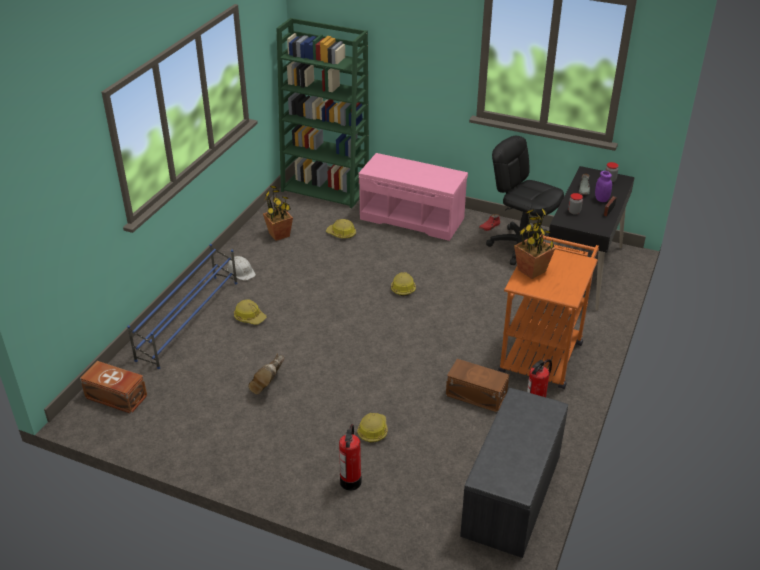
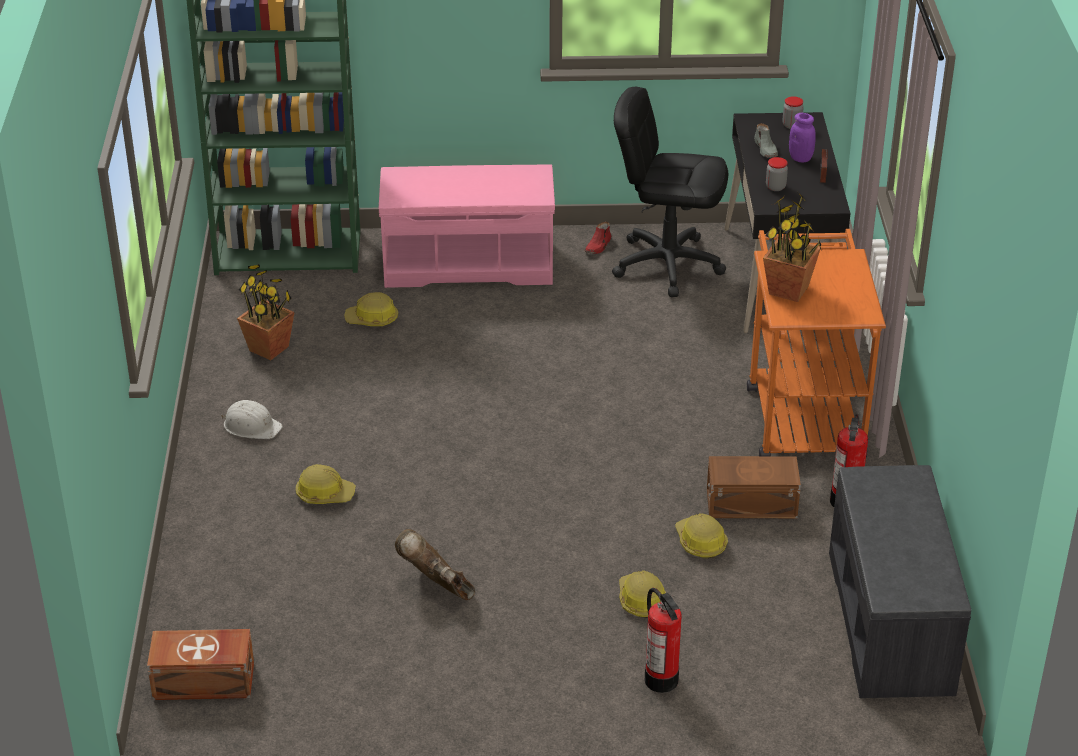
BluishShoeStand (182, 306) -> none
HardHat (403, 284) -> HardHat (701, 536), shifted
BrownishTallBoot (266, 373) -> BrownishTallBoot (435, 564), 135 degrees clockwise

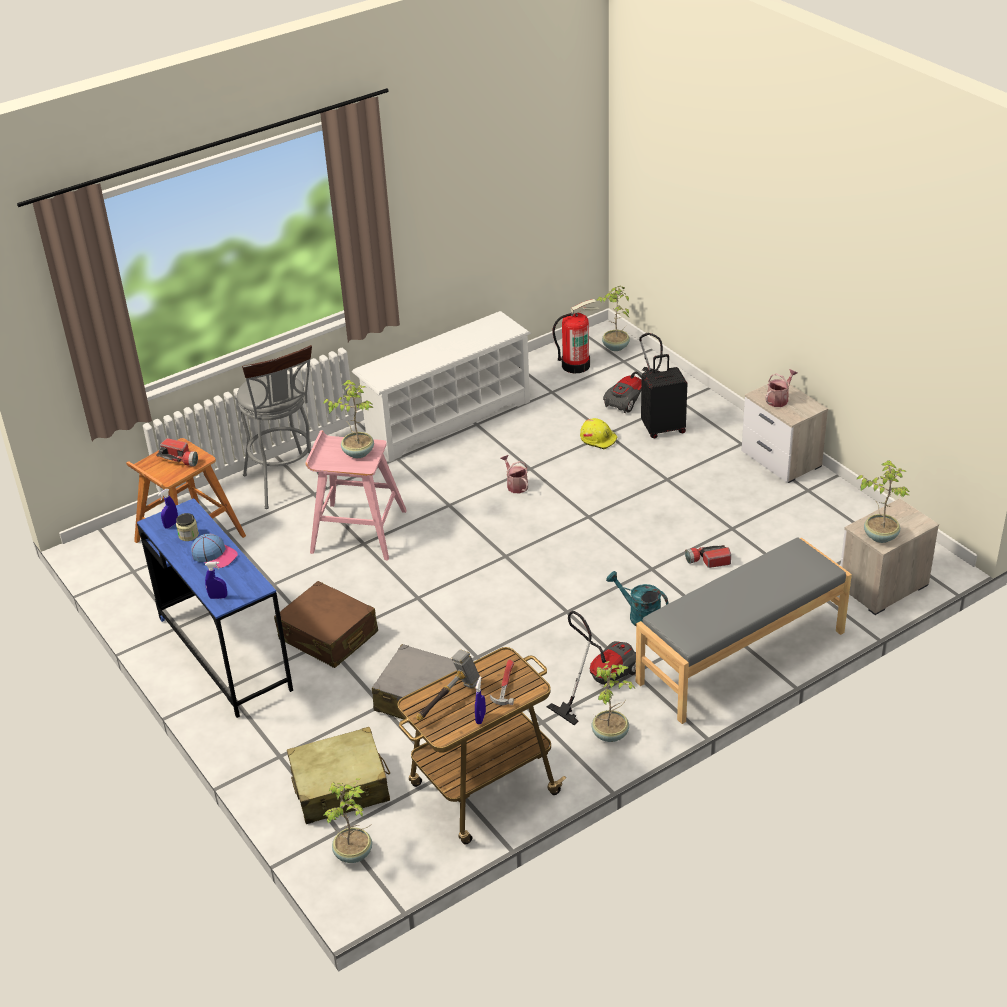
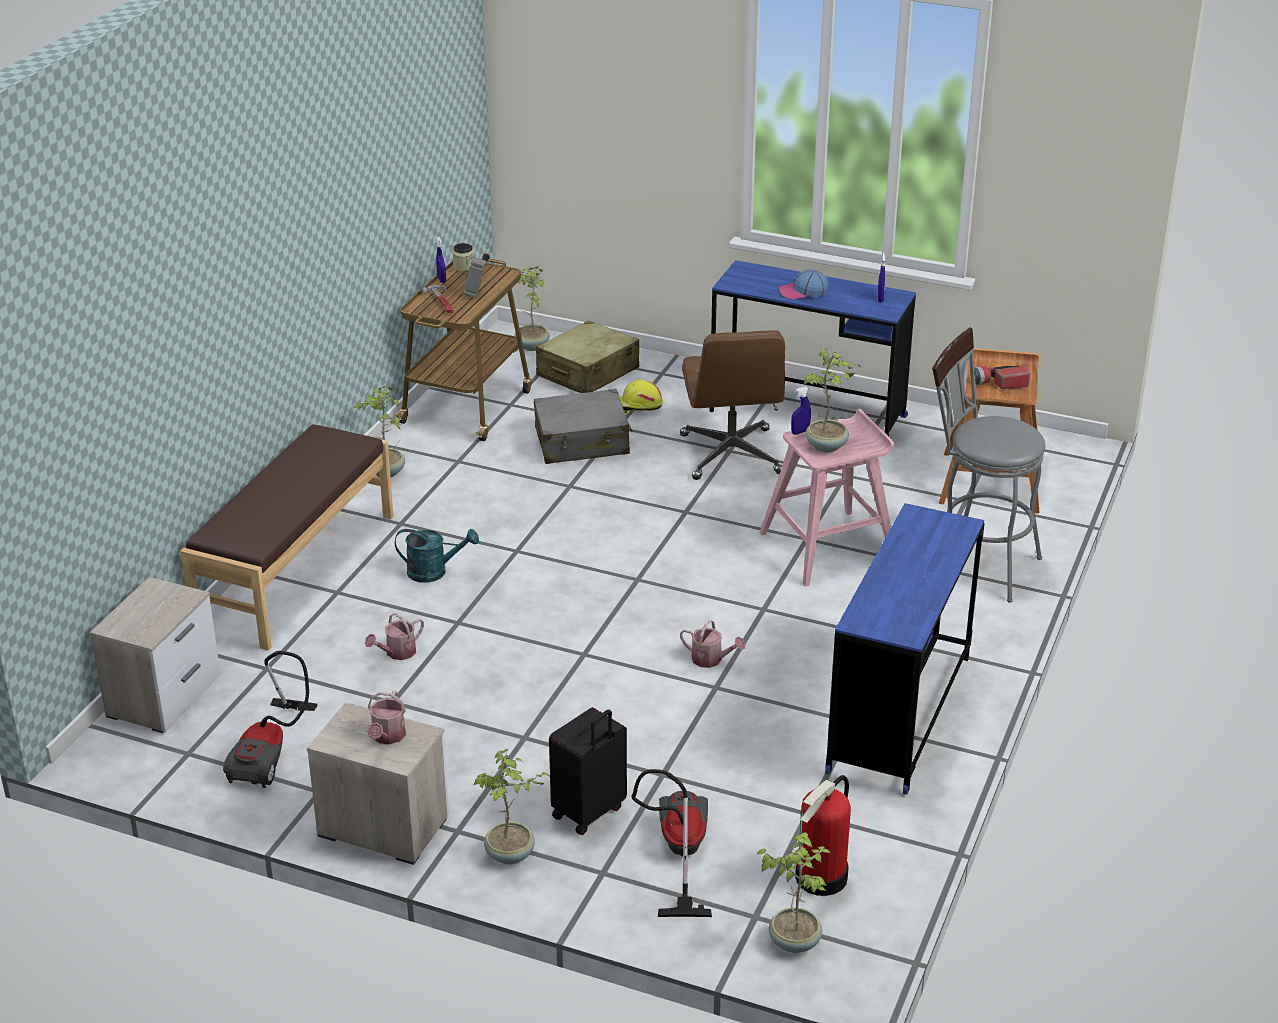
PreserveJar (187, 527) -> PreserveJar (463, 257), shifted
BluishHandSprayer (216, 580) -> BluishHandSprayer (801, 410), shifted
VacuumCleaner (591, 668) -> VacuumCleaner (270, 719), shifted
YellowColouredHardHat (598, 433) -> YellowColouredHardHat (641, 397), shifted
PottedPlant (883, 501) -> PottedPlant (512, 807), shifted
BrownishPieceOfLuggage (326, 624) -> BrownishDeskChair (732, 405)
WhiteShoeStand (441, 386) -> BluishDesk (905, 649)
Torch (708, 556) -> WateringCan (394, 636)
GreyishBench (744, 630) -> BrownishBench (287, 537)

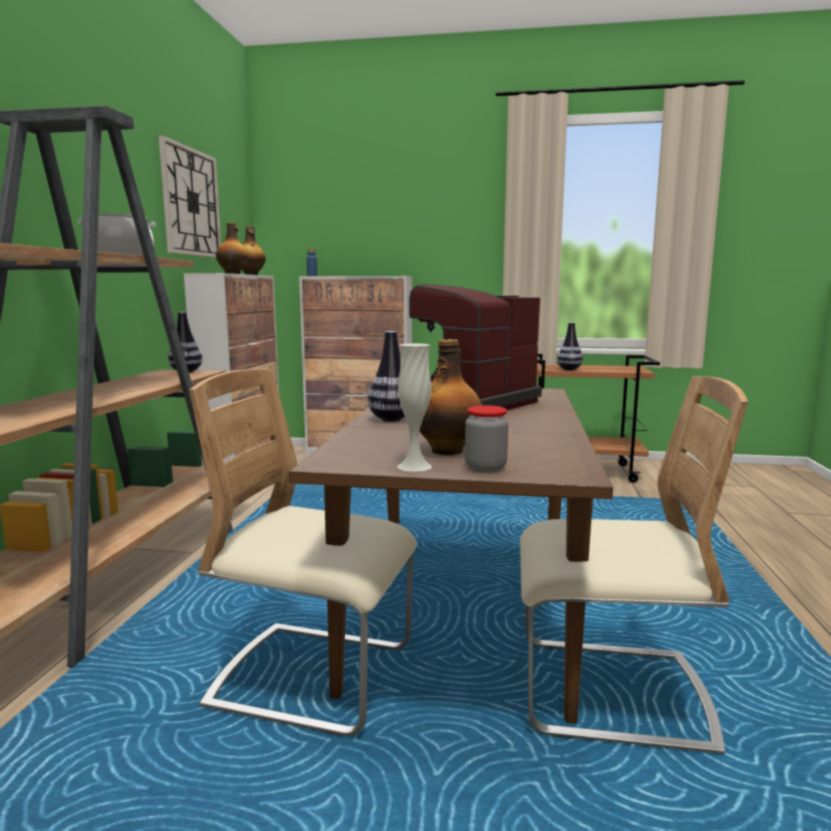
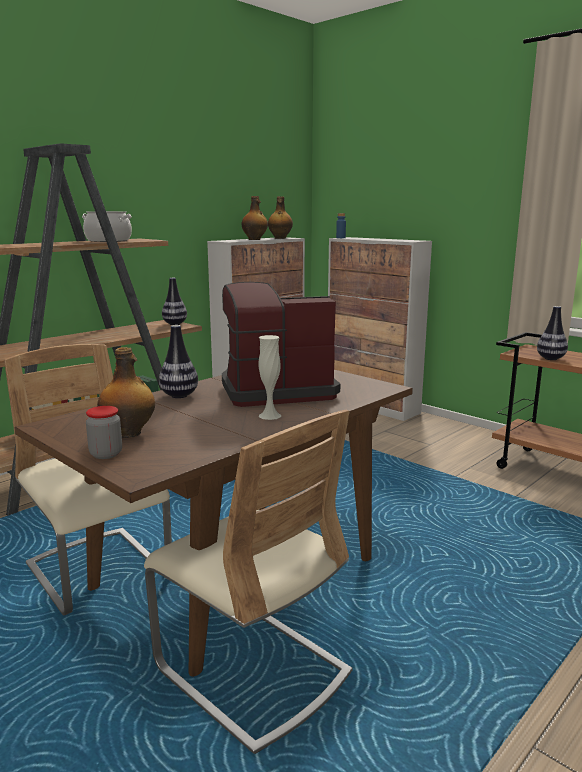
HangingClock (190, 196) -> none
WhiteVase (415, 408) -> WhiteVase (269, 377), shifted

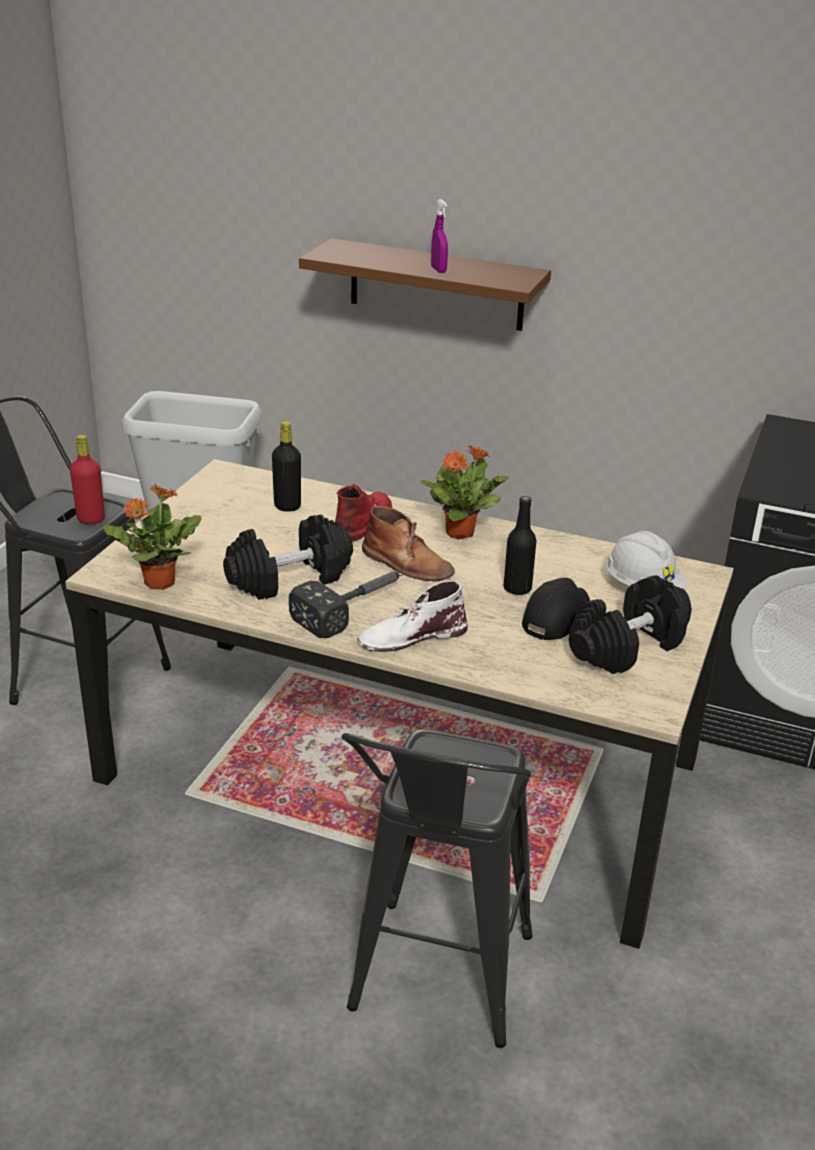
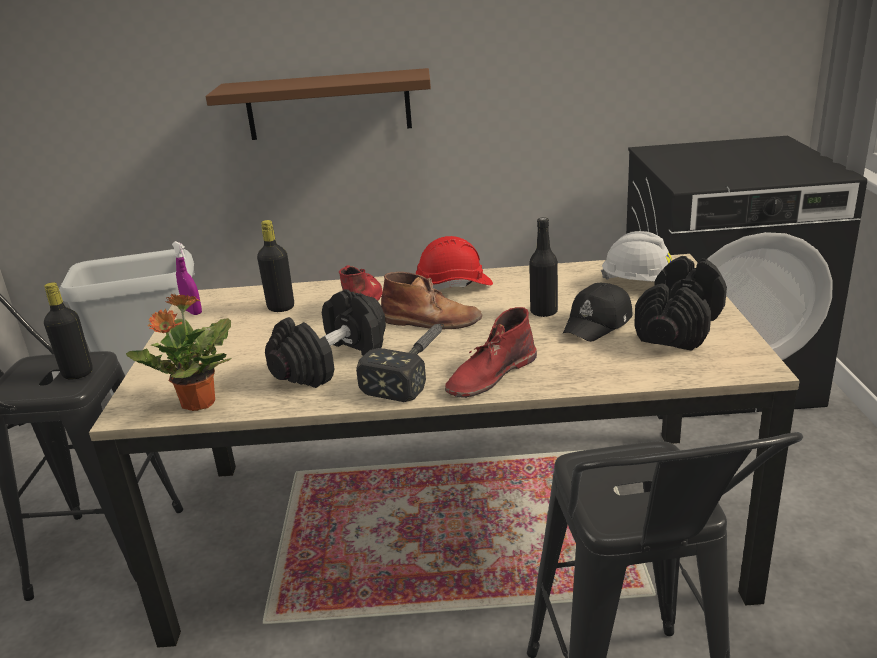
PurpleColouredHandSprayer (439, 236) -> PurpleColouredHandSprayer (187, 278), shifted
PottedPlant (465, 492) -> RedHardHat (454, 263)
RedBottle (87, 479) -> BlackBottle (68, 331)
WhiteTallBoot (412, 616) -> RedTallBoot (491, 352)
BlackCap (556, 608) -> BlackCap (598, 312), 150 degrees counterclockwise

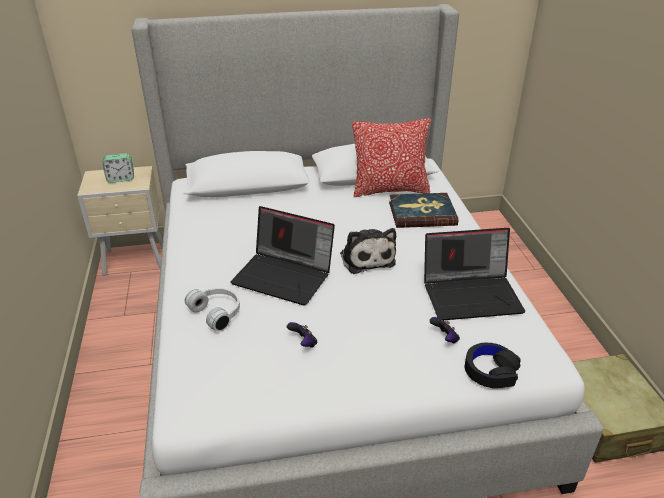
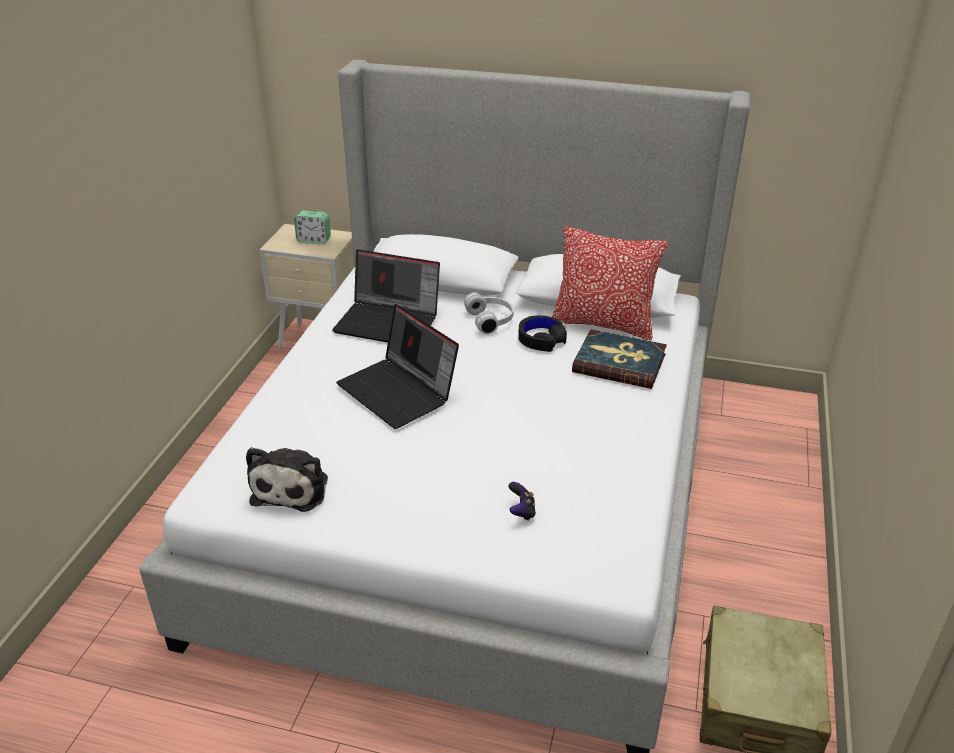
Joypad (302, 335) -> none
WhitePairOfHeadphones (212, 310) -> WhitePairOfHeadphones (489, 313), shifted
CuddlyToy (368, 251) -> CuddlyToy (287, 479), shifted
PortableComputer (474, 274) -> PortableComputer (386, 296), shifted
BlackPairOfHeadphones (492, 365) -> BlackPairOfHeadphones (542, 333), shifted

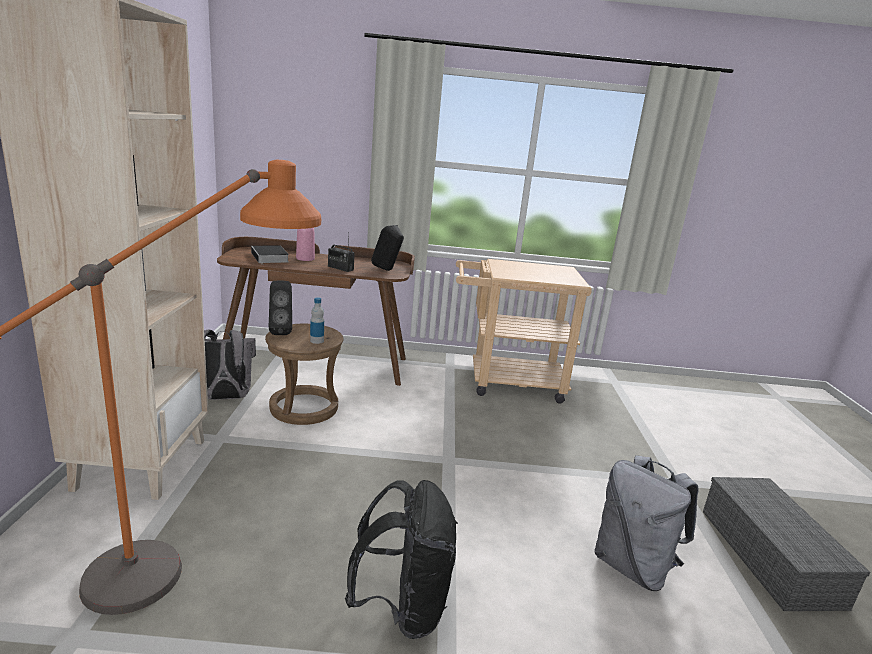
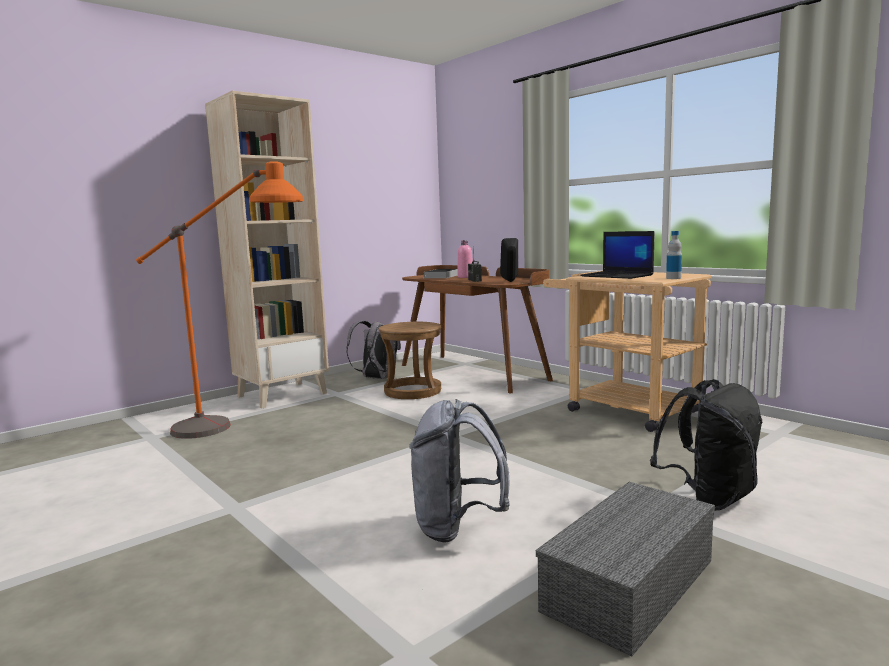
BlackAudioSpeaker (280, 307) -> none
none -> PortableComputer (617, 255)
Bottle (317, 320) -> Bottle (674, 255), shifted
BlackBackpack (401, 559) -> BlackBackpack (706, 445), shifted

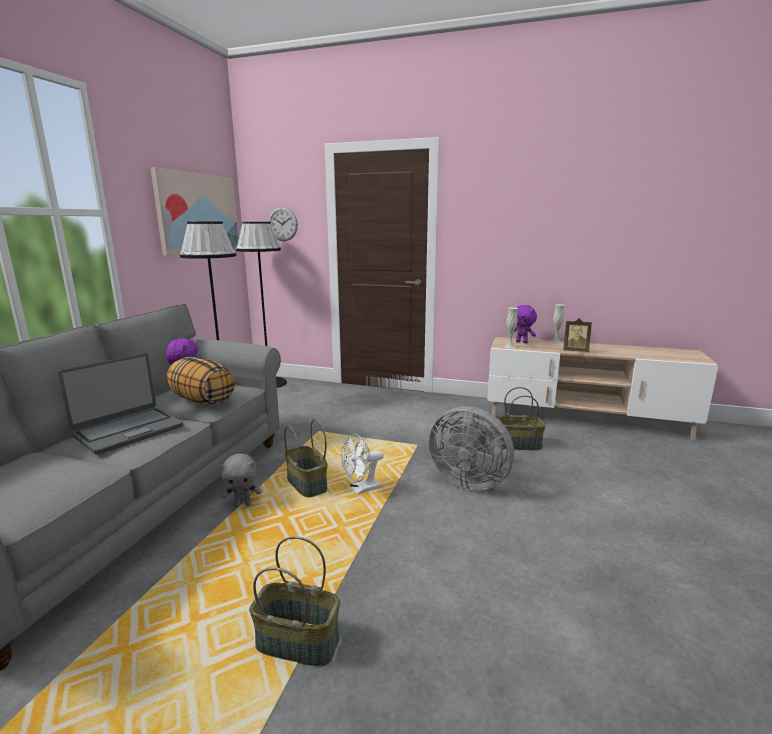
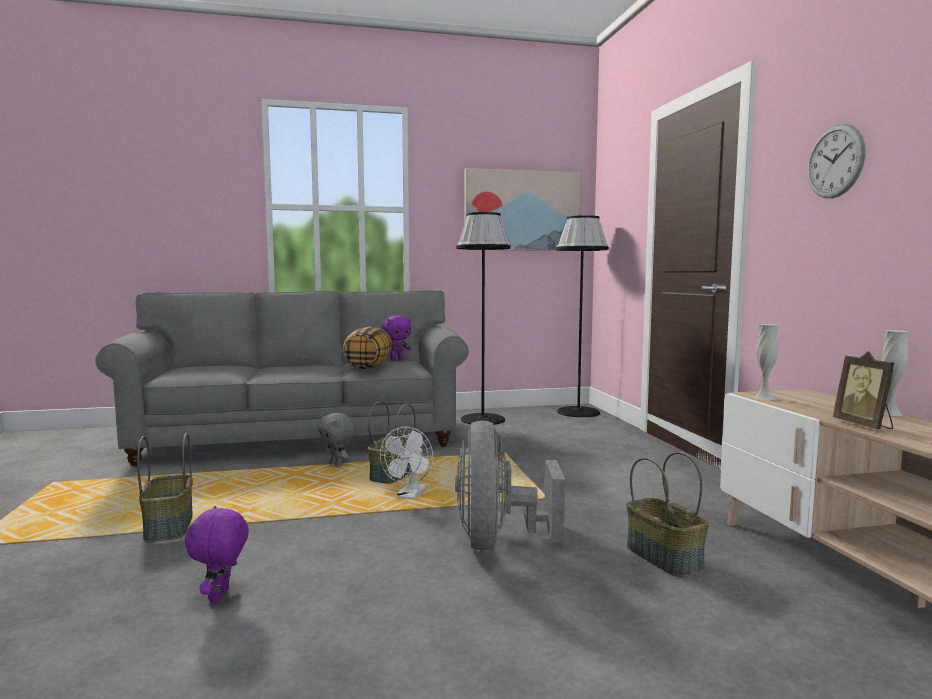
PortableComputer (121, 404) -> none
HangingClock (283, 224) -> HangingClock (836, 161), shifted
PurpleColouredCuddlyToy (525, 324) -> PurpleColouredCuddlyToy (217, 554), shifted
WhiteCoolingFan (362, 463) -> WhiteCoolingFan (406, 463), 105 degrees counterclockwise

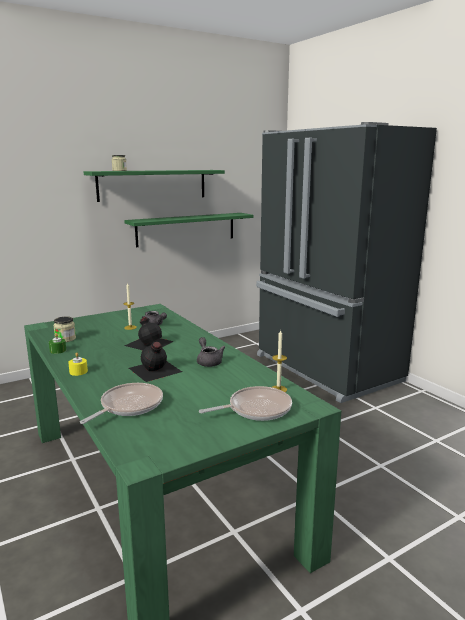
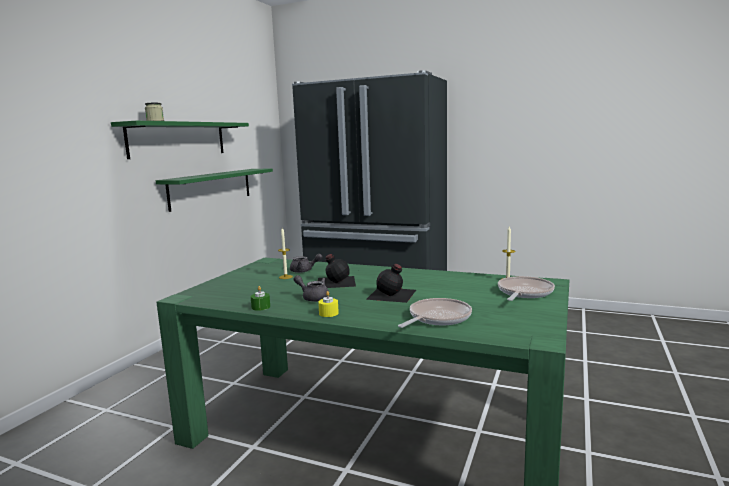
PreserveJar (64, 329) -> none
GreyishTeaPot (211, 352) -> GreyishTeaPot (312, 288), shifted
Pan (121, 403) -> Pan (435, 313), 45 degrees clockwise

